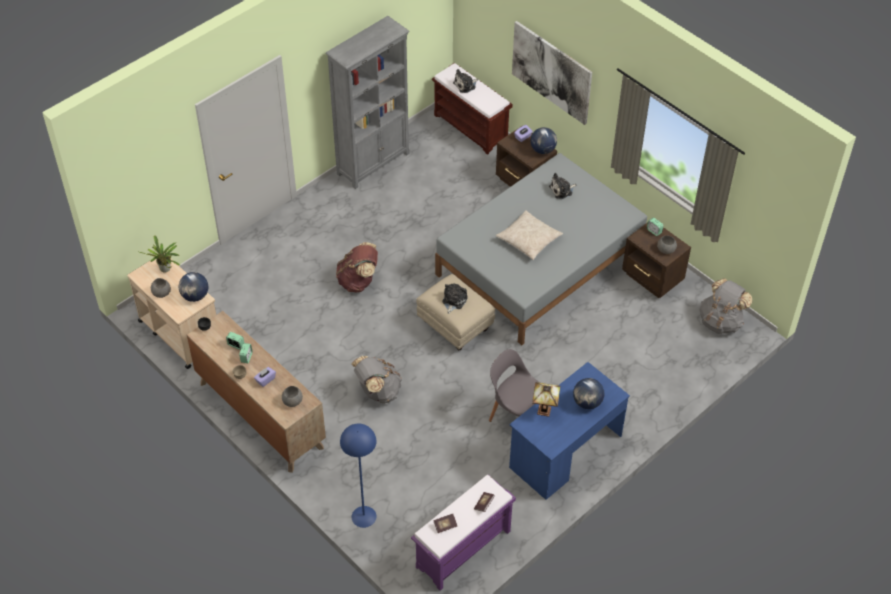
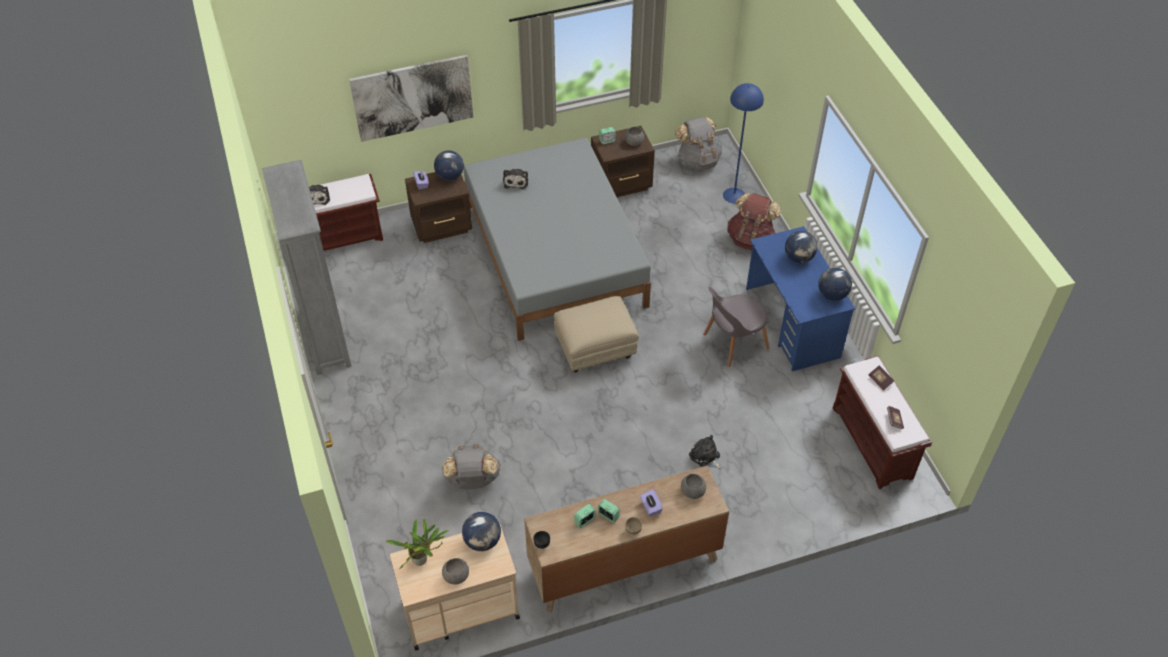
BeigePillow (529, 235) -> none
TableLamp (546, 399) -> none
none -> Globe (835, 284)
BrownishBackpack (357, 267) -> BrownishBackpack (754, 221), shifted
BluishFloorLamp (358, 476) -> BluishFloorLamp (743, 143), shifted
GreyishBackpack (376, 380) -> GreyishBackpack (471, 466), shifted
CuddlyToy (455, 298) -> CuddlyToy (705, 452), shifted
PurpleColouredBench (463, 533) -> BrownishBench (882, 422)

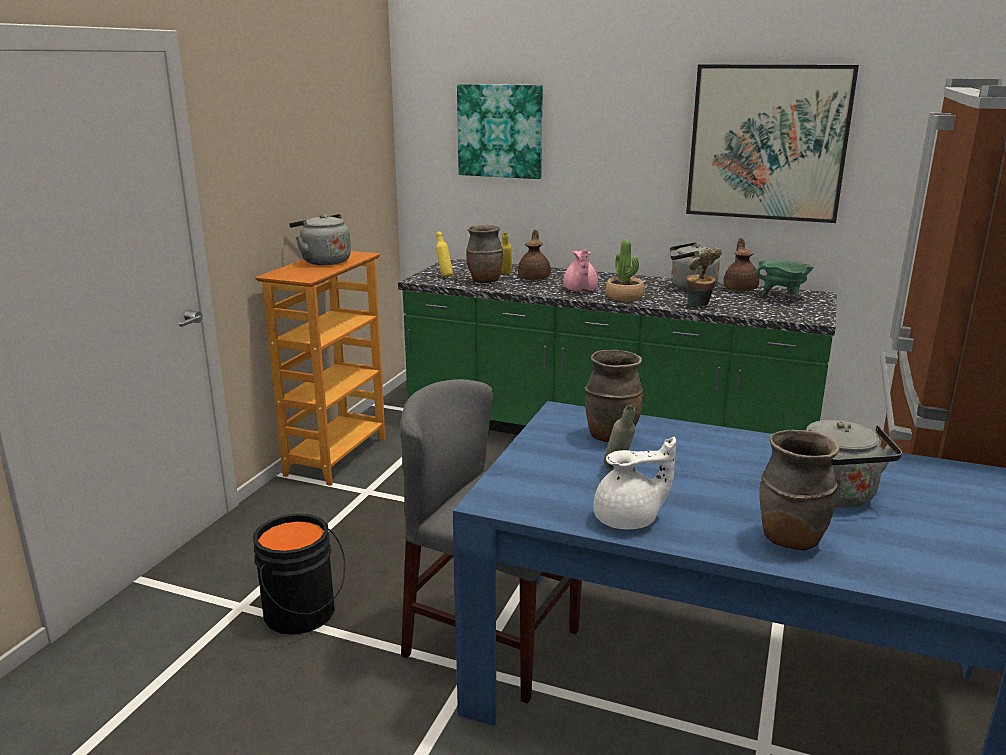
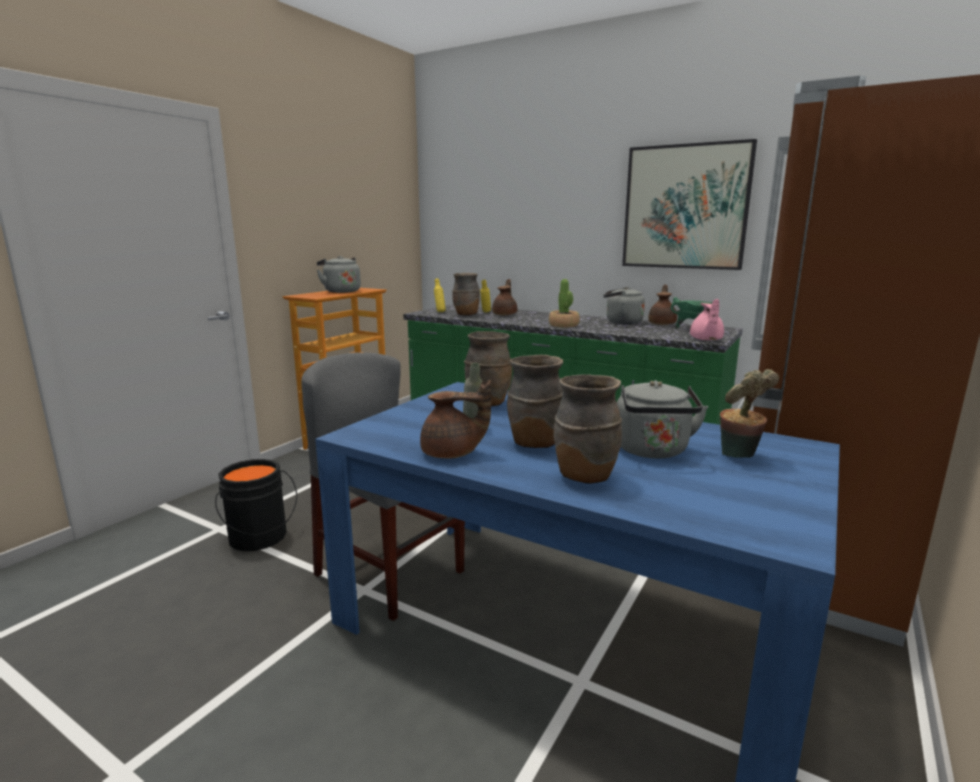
Picture (500, 131) -> none
none -> BrownishVase (535, 401)
PinkishTeaPot (580, 270) -> PinkishTeaPot (707, 319), shifted
PottedPlant (704, 276) -> PottedPlant (749, 413), shifted
WhiteTeaPot (634, 483) -> BrownishTeaPot (455, 419)

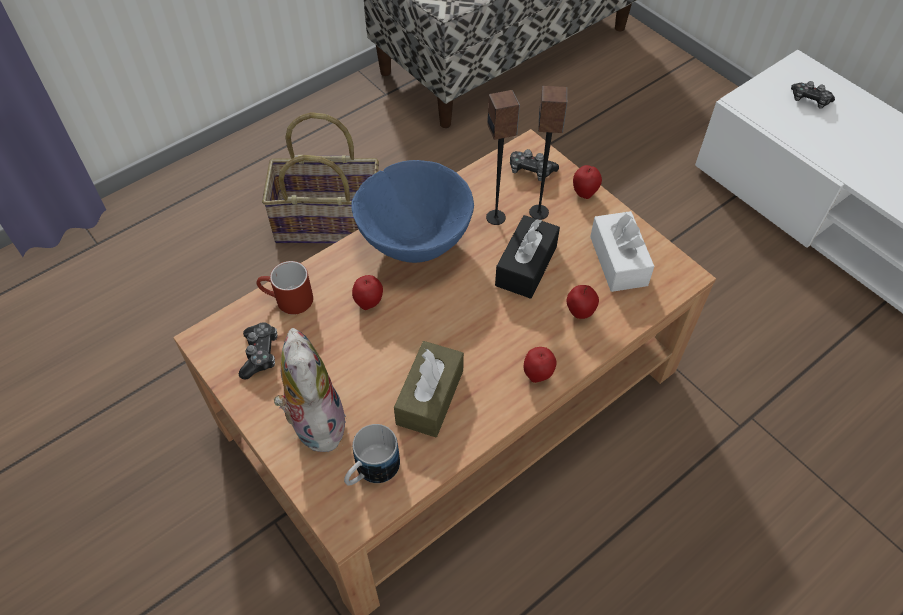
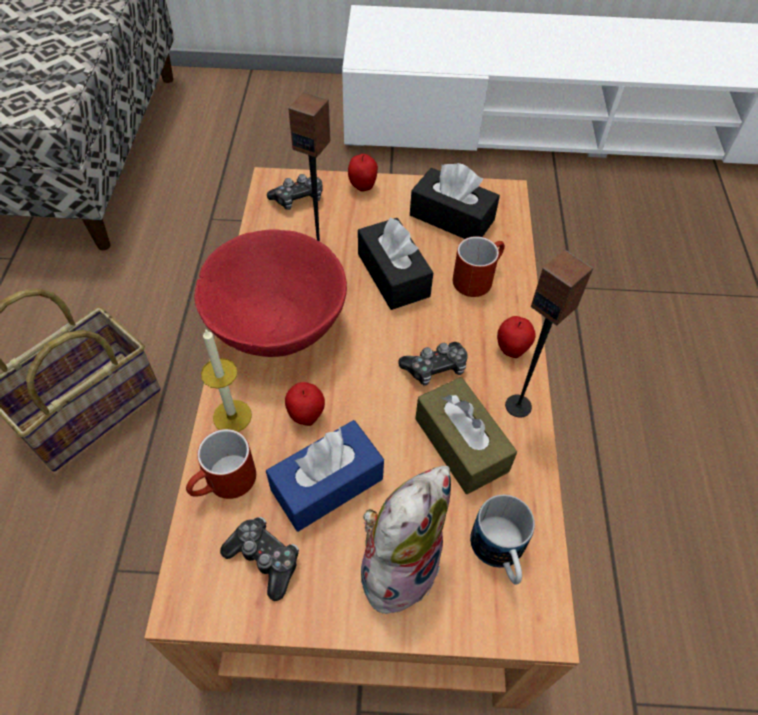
none -> Candle (226, 380)
none -> BluishBoxOfTissues (325, 476)
AudioSpeaker (548, 153) -> AudioSpeaker (549, 334), shifted
Joypad (813, 95) -> Joypad (433, 363), shifted
WholeApple (582, 302) -> RedTeaMug (479, 266)
BluishServingBowl (412, 211) -> RedServingBowl (270, 293)
WhiteBoxOfTissues (622, 251) -> BlackBoxOfTissues (455, 201)
CuddlyToy (310, 390) -> CuddlyToy (406, 545), 105 degrees clockwise

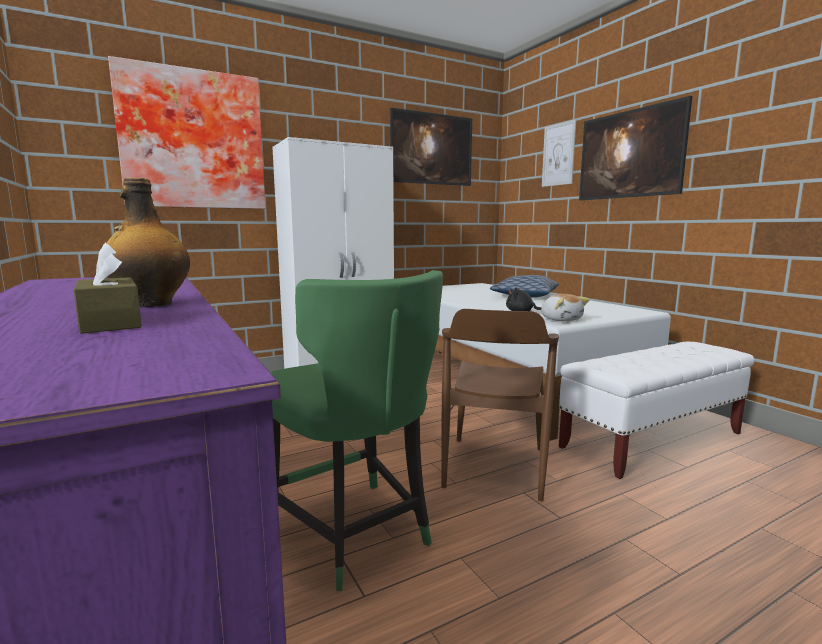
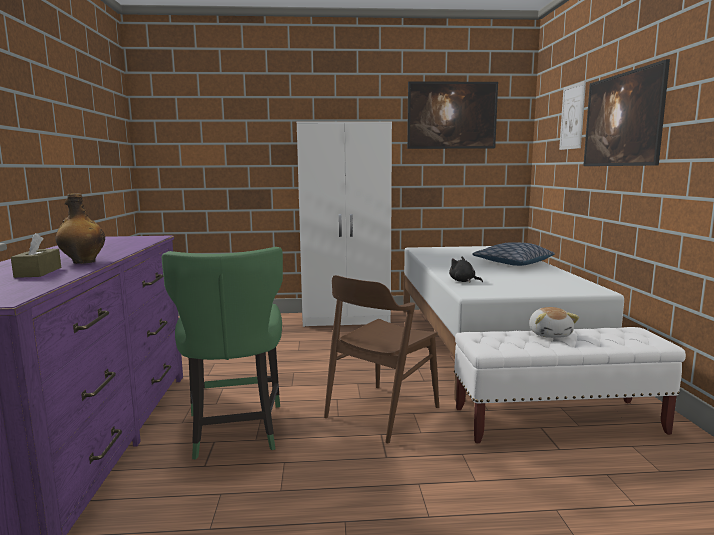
Picture (187, 132) -> none
CuddlyToy (565, 307) -> CuddlyToy (554, 322), shifted

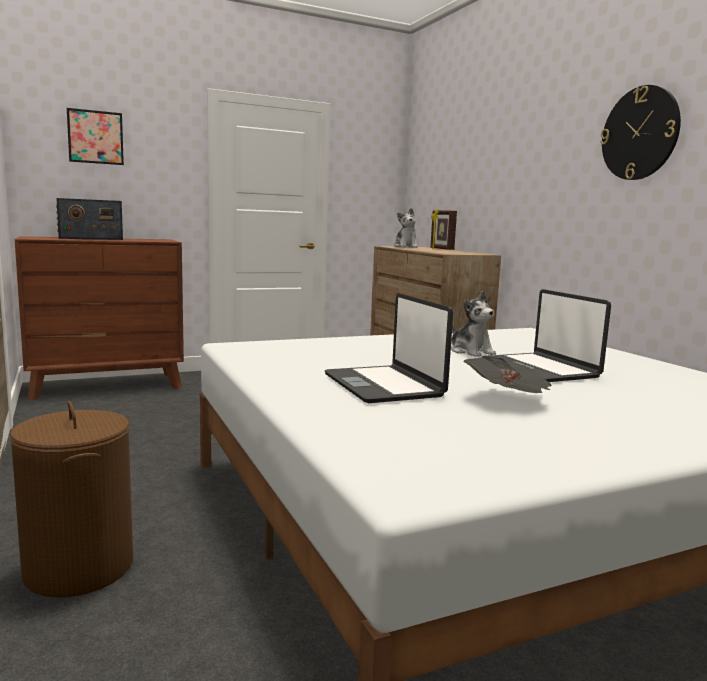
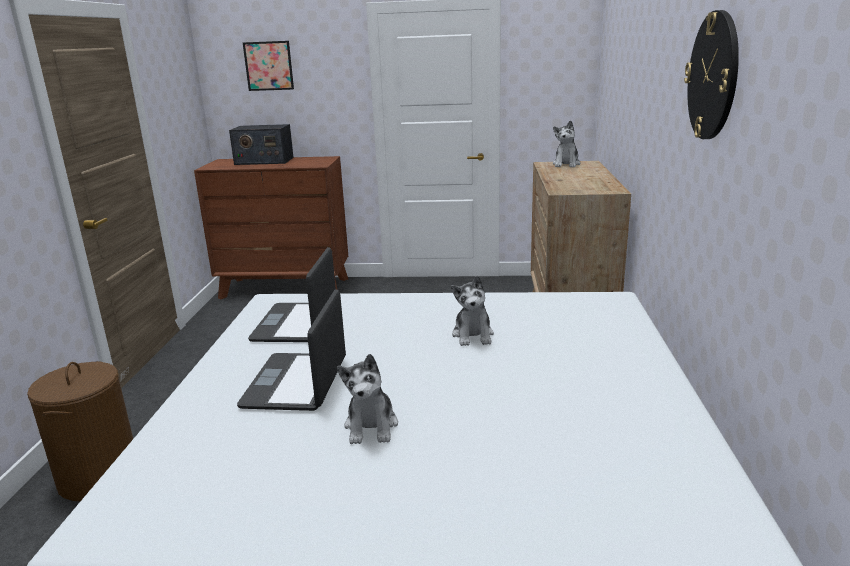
PictureFrame (443, 229) -> none
PortableComputer (546, 335) -> PortableComputer (292, 294), shifted
PrintedPaper (508, 375) -> CuddlyToy (367, 399)

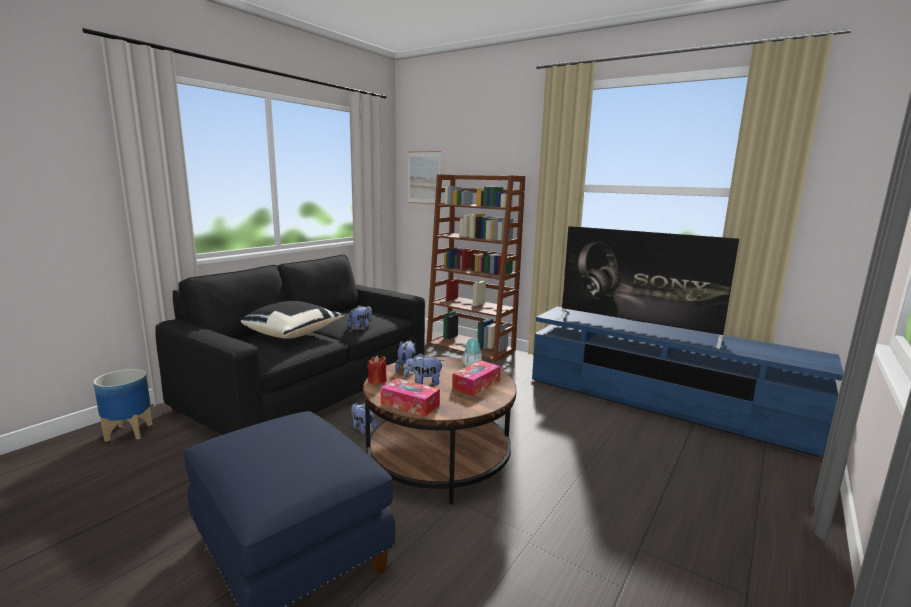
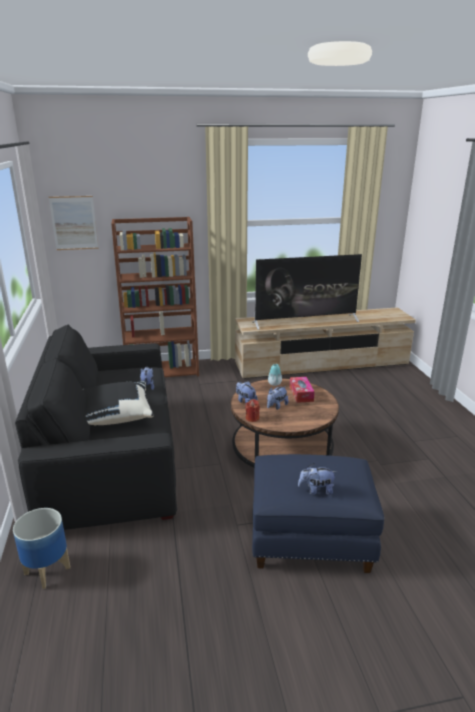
BoxOfTissues (410, 397) -> none
CuddlyToy (364, 418) -> CuddlyToy (317, 479), shifted
BluishMediaConsole (687, 381) -> BeigeMediaConsole (325, 343)

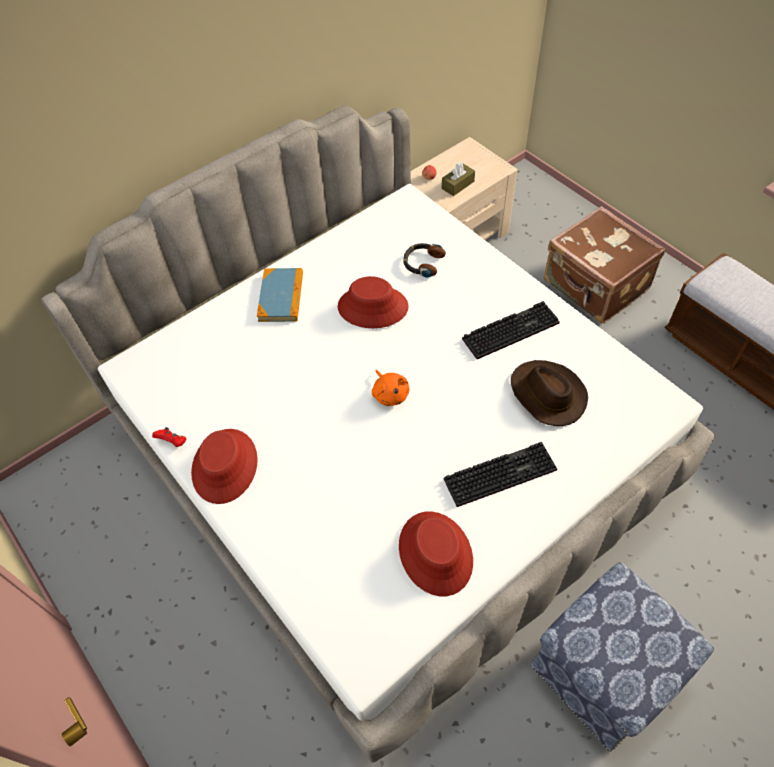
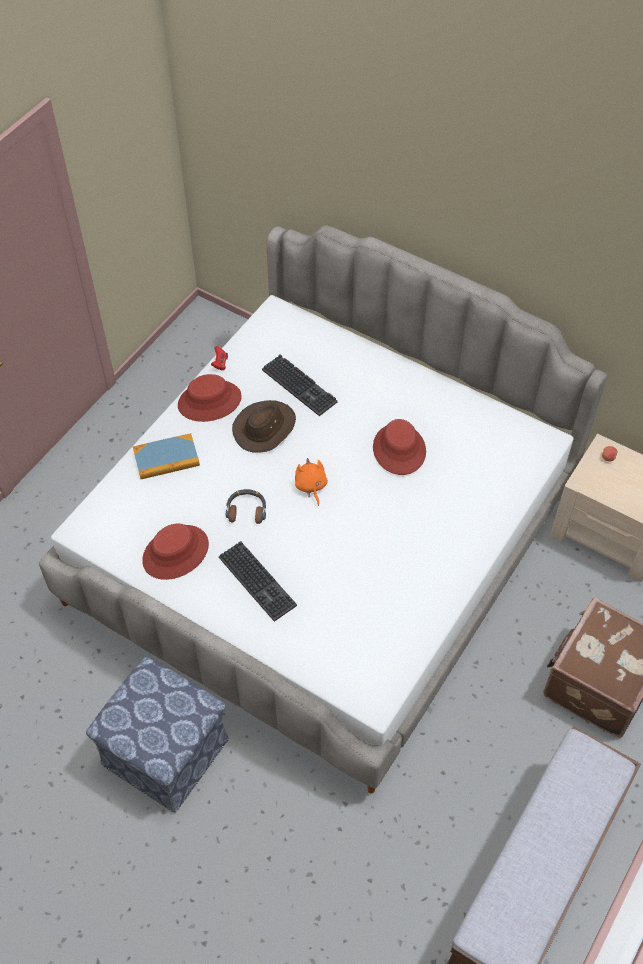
BrownishBoxOfTissues (458, 179) -> none
Book (280, 295) -> Book (166, 456), shifted
PairOfHeadphones (424, 260) -> PairOfHeadphones (246, 506), shifted
ComputerKeyboard (510, 330) -> ComputerKeyboard (300, 385), shifted
BrownishHat (549, 393) -> BrownishHat (264, 426), shifted
OrangeColouredCuddlyToy (391, 388) -> OrangeColouredCuddlyToy (311, 482), 120 degrees clockwise

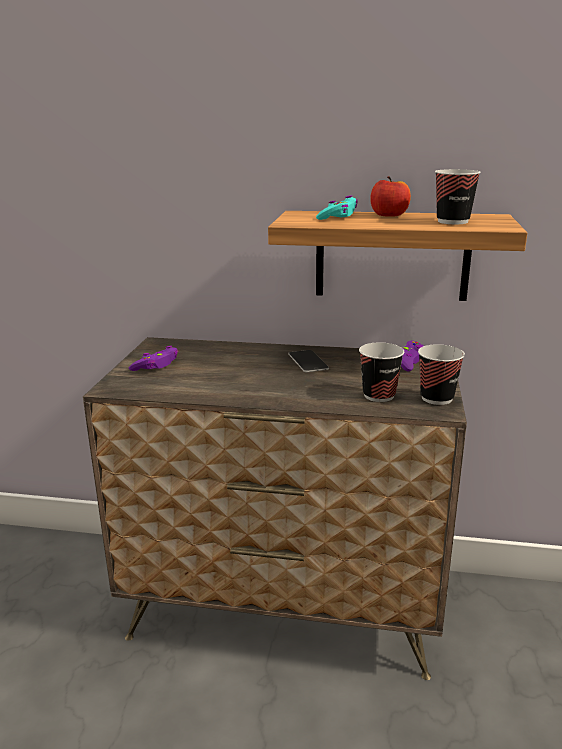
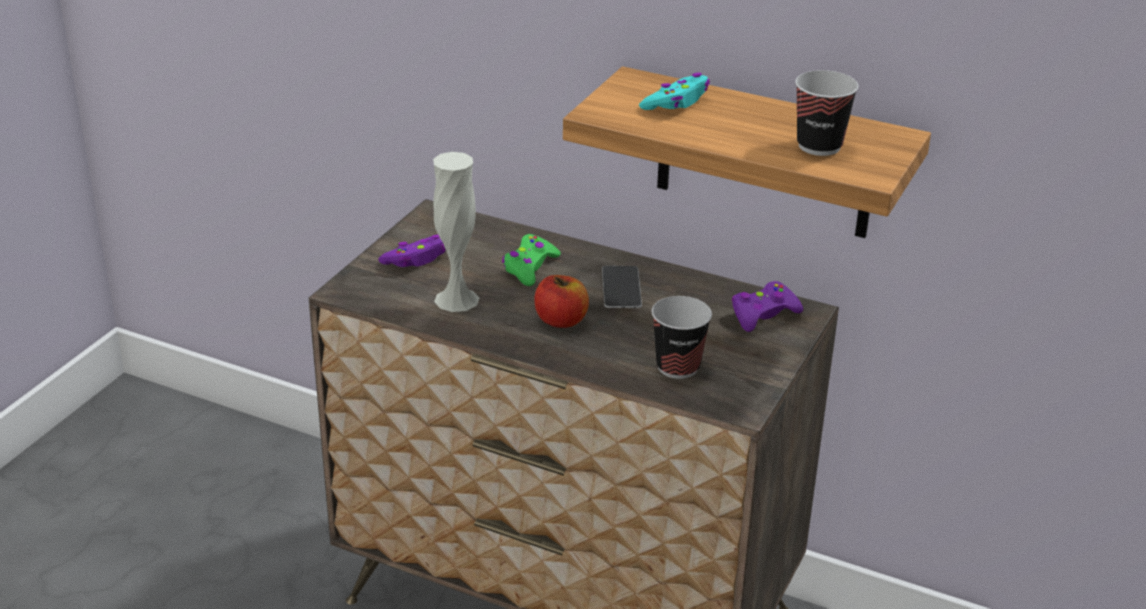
SmallCup (441, 374) -> none
none -> WhiteVase (456, 232)
none -> GreenishJoypad (531, 260)
WholeApple (390, 196) -> WholeApple (561, 301), shifted

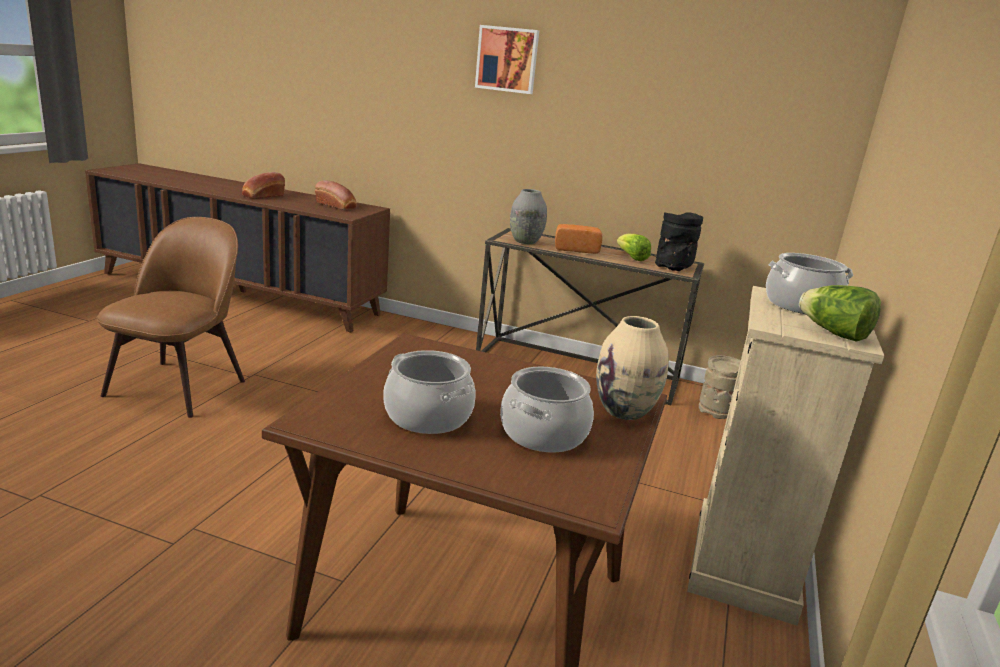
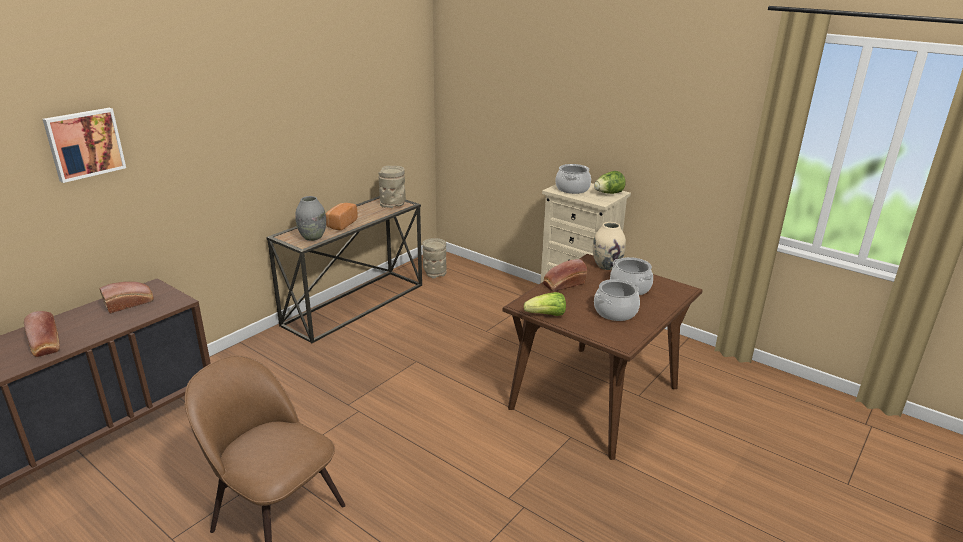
none -> Bread (565, 275)
Picture (507, 59) -> Picture (84, 145), shifted
LettuceHead (634, 247) -> LettuceHead (545, 304), shifted
BlackVase (679, 241) -> BeigeVase (392, 187)

